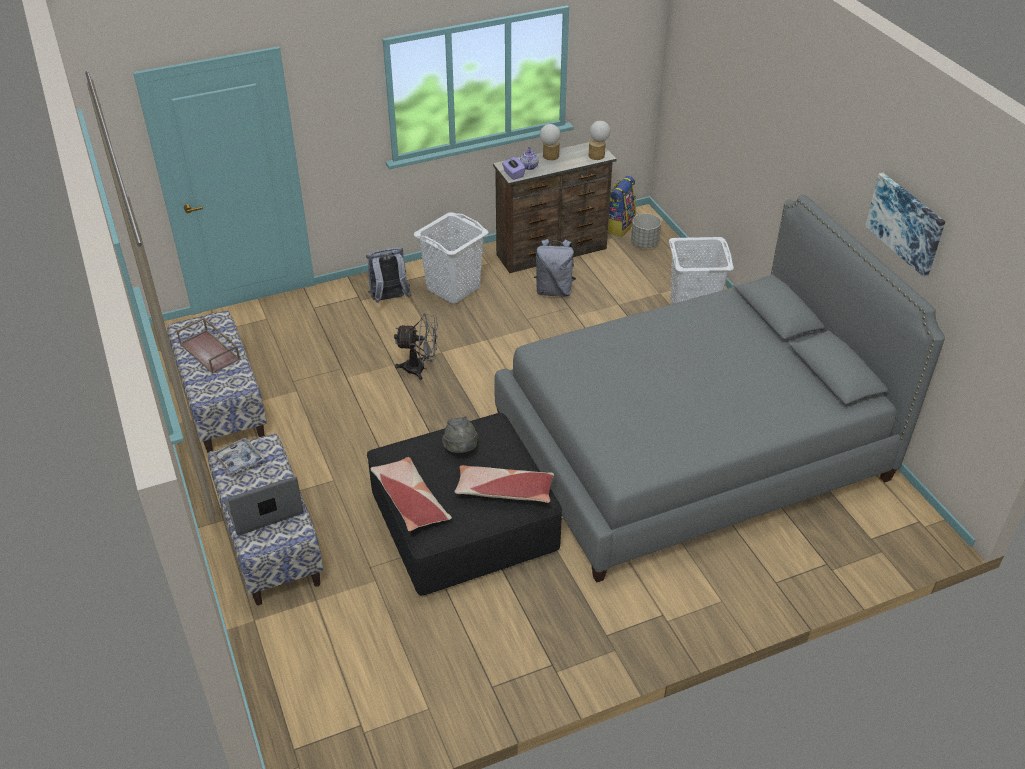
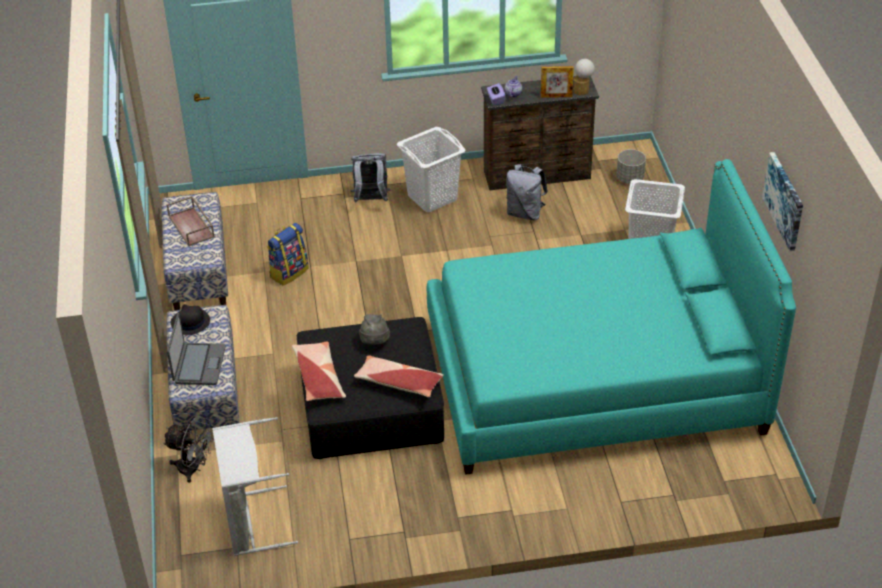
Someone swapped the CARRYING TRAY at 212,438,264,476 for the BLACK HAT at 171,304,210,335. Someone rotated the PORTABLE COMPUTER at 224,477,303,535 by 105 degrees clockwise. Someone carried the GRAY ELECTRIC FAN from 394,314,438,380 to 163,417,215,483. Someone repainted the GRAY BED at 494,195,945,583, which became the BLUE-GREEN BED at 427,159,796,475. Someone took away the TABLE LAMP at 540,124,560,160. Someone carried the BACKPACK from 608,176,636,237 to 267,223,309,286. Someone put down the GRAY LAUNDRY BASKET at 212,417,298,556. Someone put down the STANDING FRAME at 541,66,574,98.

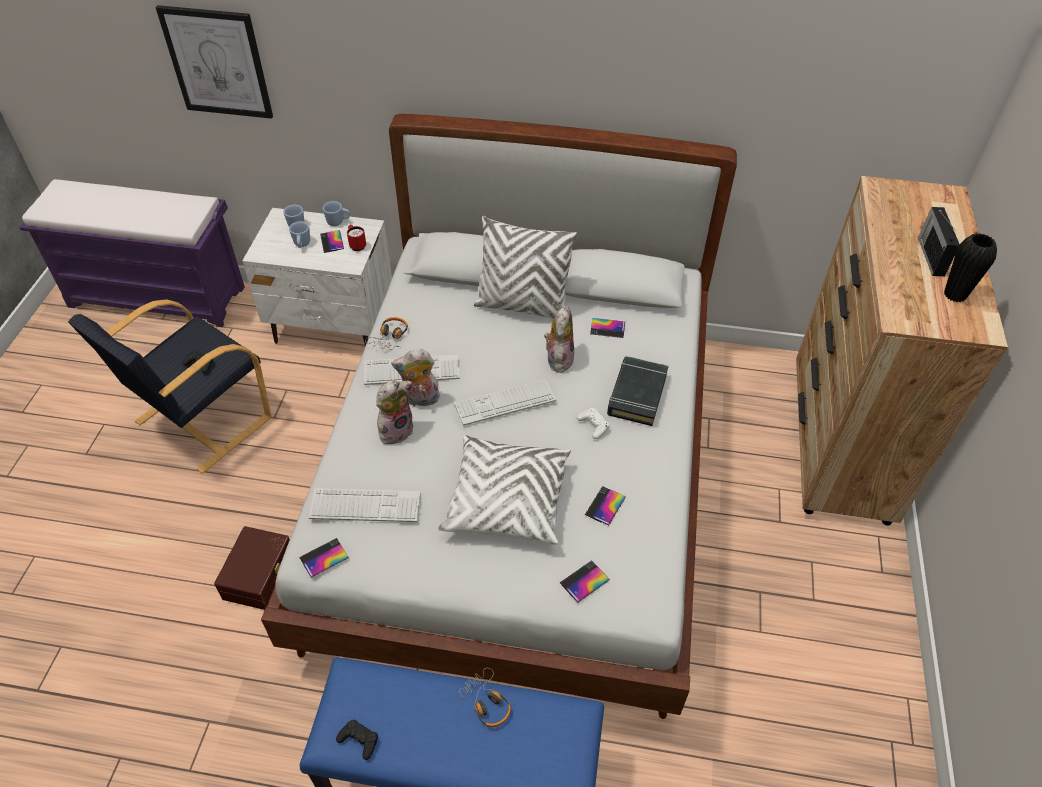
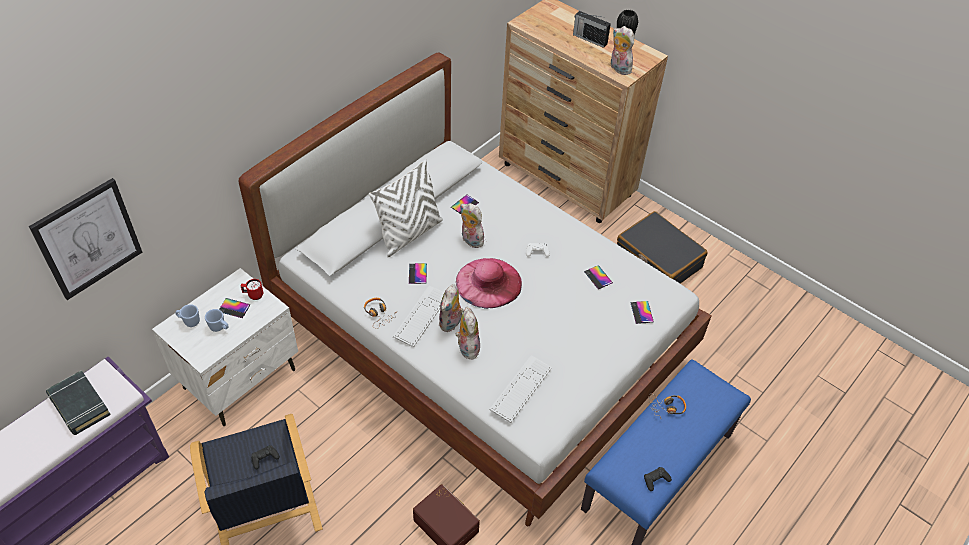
Someone carried the PHONE from 299,538,349,578 to 409,263,427,284. Someone took away the BLUE TEA MUG at 323,201,350,226. Someone took away the WHITE PILLOW at 438,435,571,545. Someone swapped the KEYBOARD at 454,379,556,426 for the PINK HAT at 456,258,522,309. Someone carried the BLACK BOOK from 607,356,669,426 to 46,370,111,435. Someone put down the PLUSH TOY at 611,26,634,75. Someone put down the BLACK PIECE OF LUGGAGE at 617,211,708,284.

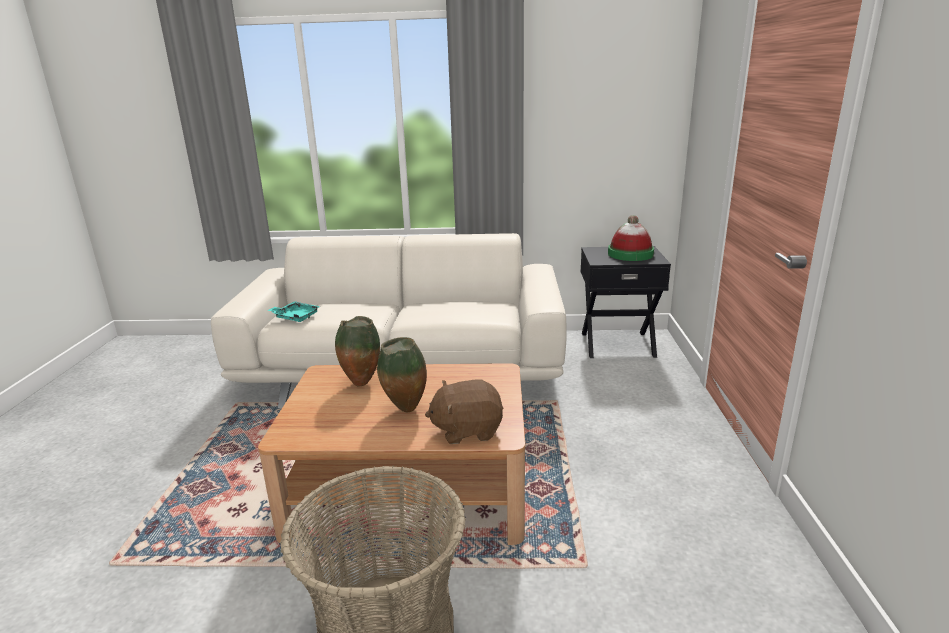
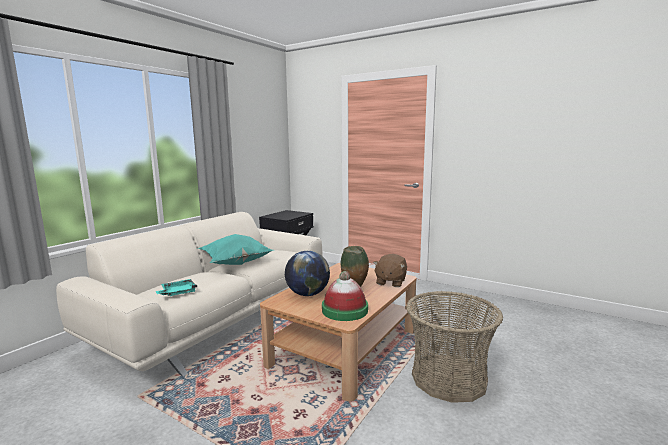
Someone swapped the VASE at 335,316,380,387 for the DESK GLOBE at 285,251,330,296. Someone carried the HAT from 608,215,654,261 to 322,271,368,321. Someone put down the BLUE-GREEN PILLOW at 197,234,273,265.

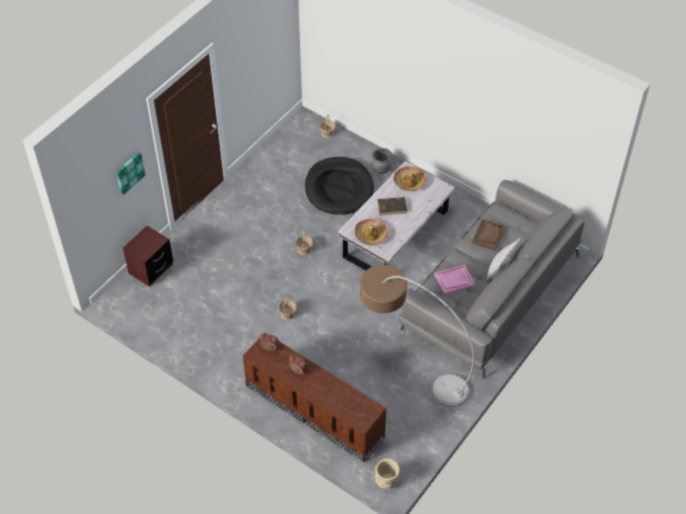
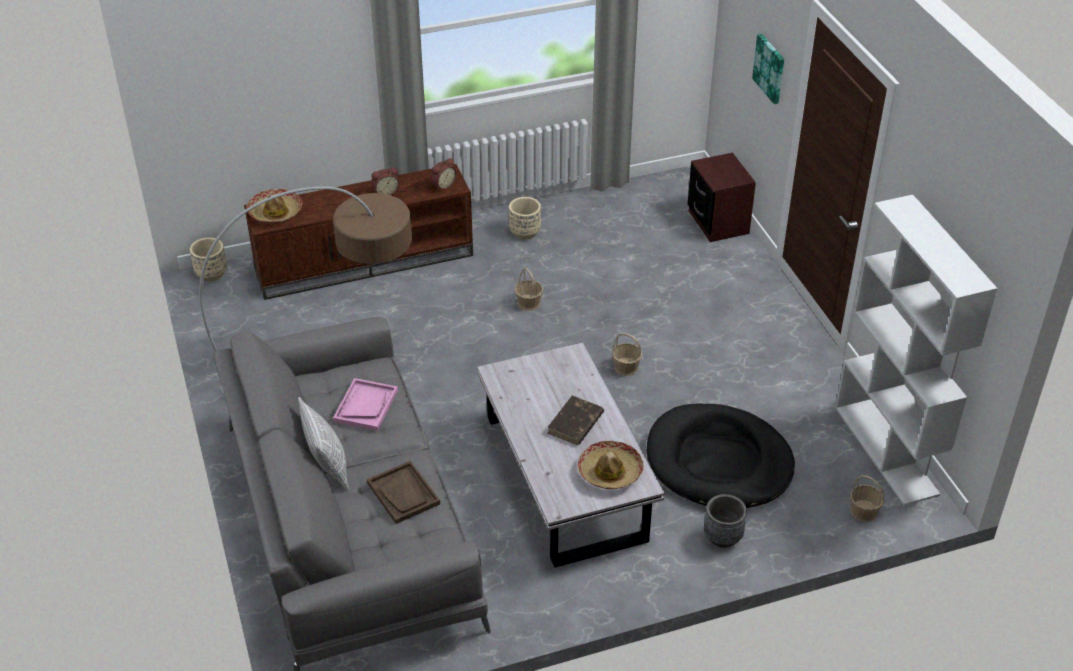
Someone carried the HAT from 355,219,388,245 to 246,189,302,224. Someone put down the BEIGE PLANT POT at 509,197,541,240. Someone put down the WHITE SHELVING UNIT at 835,195,997,505.

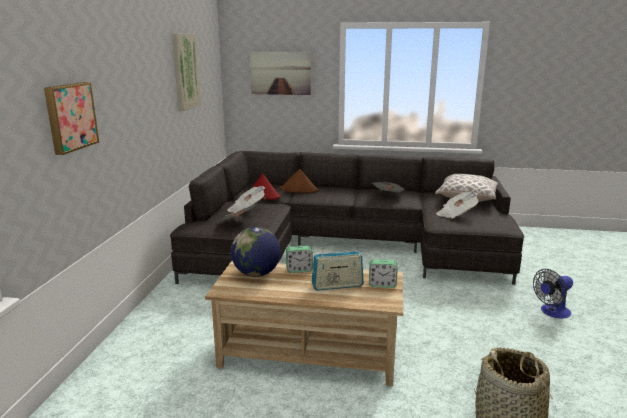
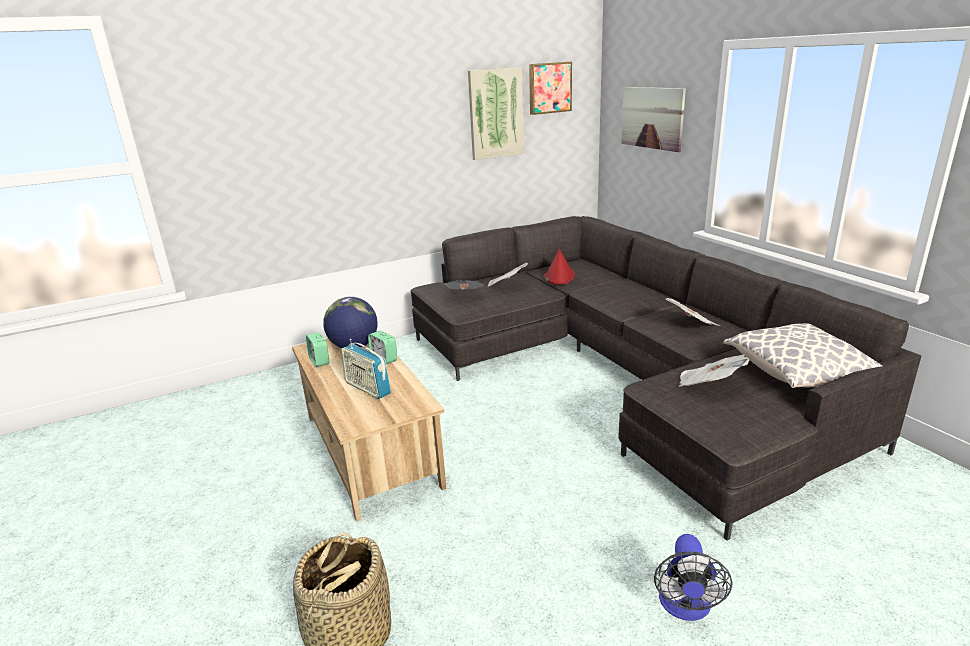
Someone carried the WALL ART from 44,82,99,155 to 529,62,572,115. Someone took away the BROWNISH HAT at 280,169,319,193. Someone carried the BEDSIDE CLOCK from 369,259,398,288 to 306,332,329,367. Someone rotated the ELECTRIC FAN at 533,269,573,319 by 105 degrees counterclockwise.

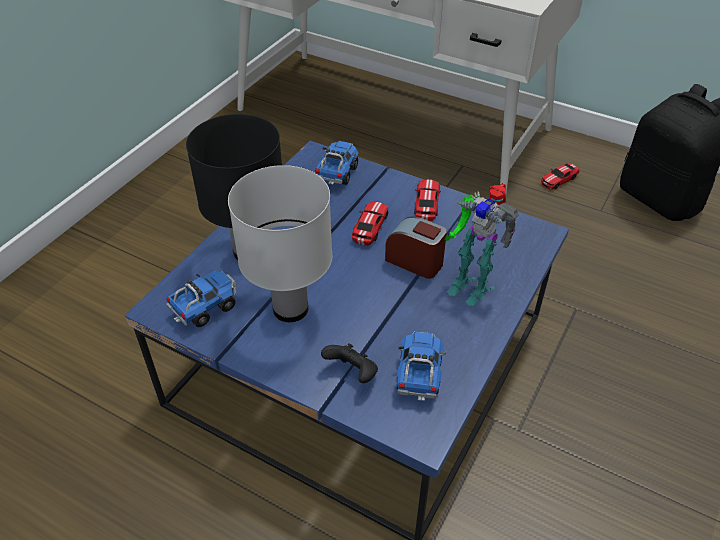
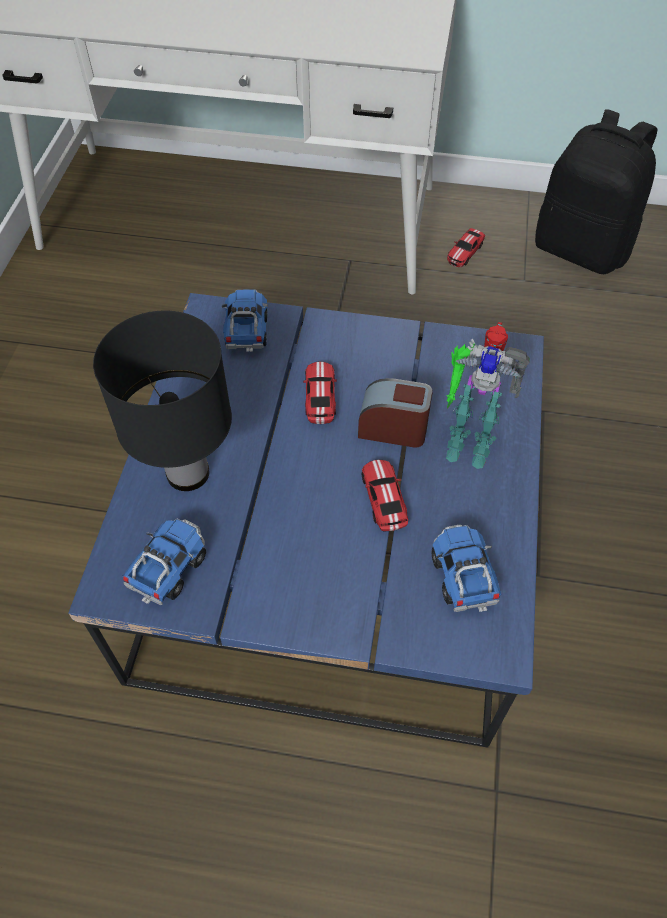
Someone took away the WHITE TABLE LAMP at 228,165,332,322. Someone took away the BLACK GAMEPAD at 321,343,378,383. Someone carried the MINIATURE CAR from 414,179,441,221 to 362,460,408,531.

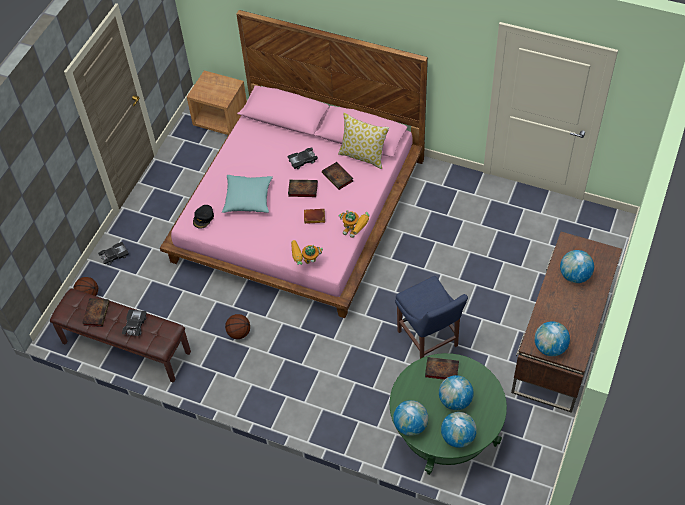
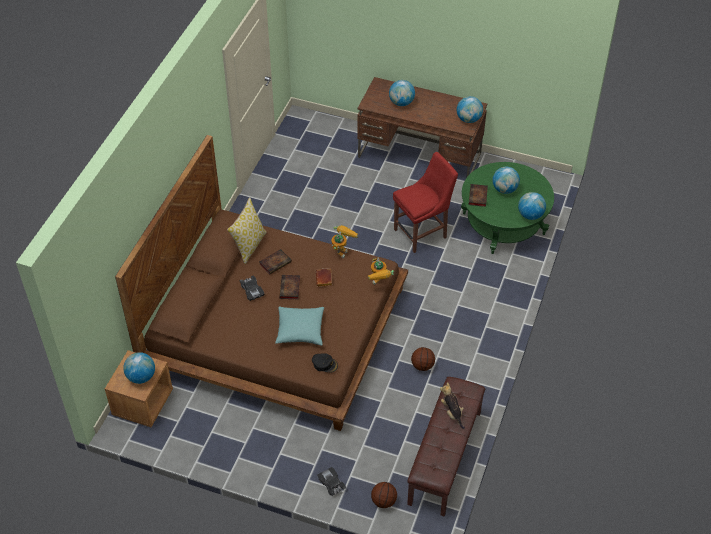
Someone took away the BOOK at 82,298,110,327. Someone swapped the BLACK MINIATURE CAR at 122,309,147,336 for the PLUSH TOY at 440,382,465,429. Someone repainted the PINK BED at 160,10,428,318, which became the BROWNISH BED at 115,135,408,431. Someone repainted the BLUE UPRIGHT CHAIR at 395,276,468,359, which became the RED UPRIGHT CHAIR at 393,152,458,253. Someone carried the DESK GLOBE from 441,412,477,448 to 123,352,155,384.

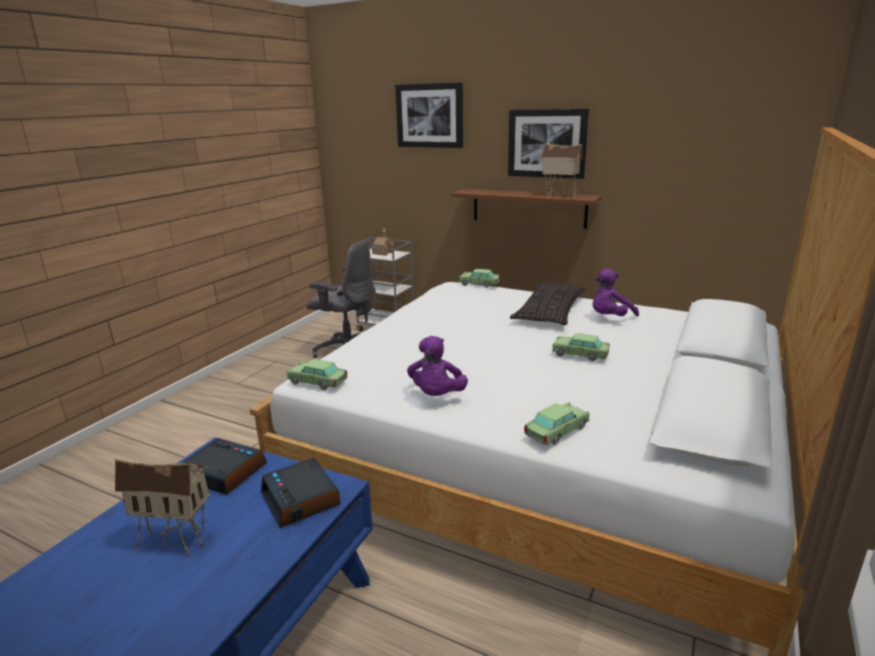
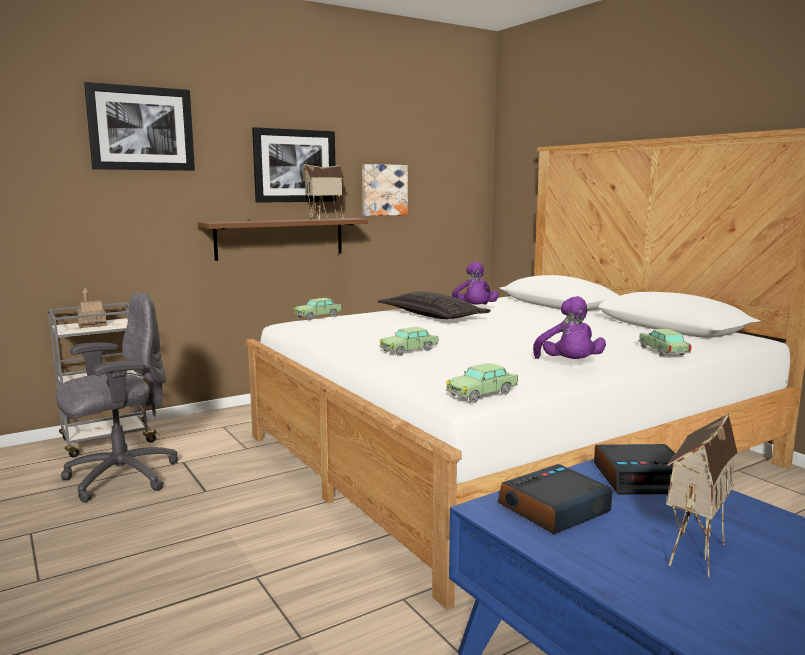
Someone rotated the PURPLISH PLUSH TOY at 407,336,468,396 by 45 degrees clockwise. Someone carried the MINIATURE CAR from 552,333,610,362 to 380,327,438,356. Someone put up the WALL ART at 362,164,408,216.

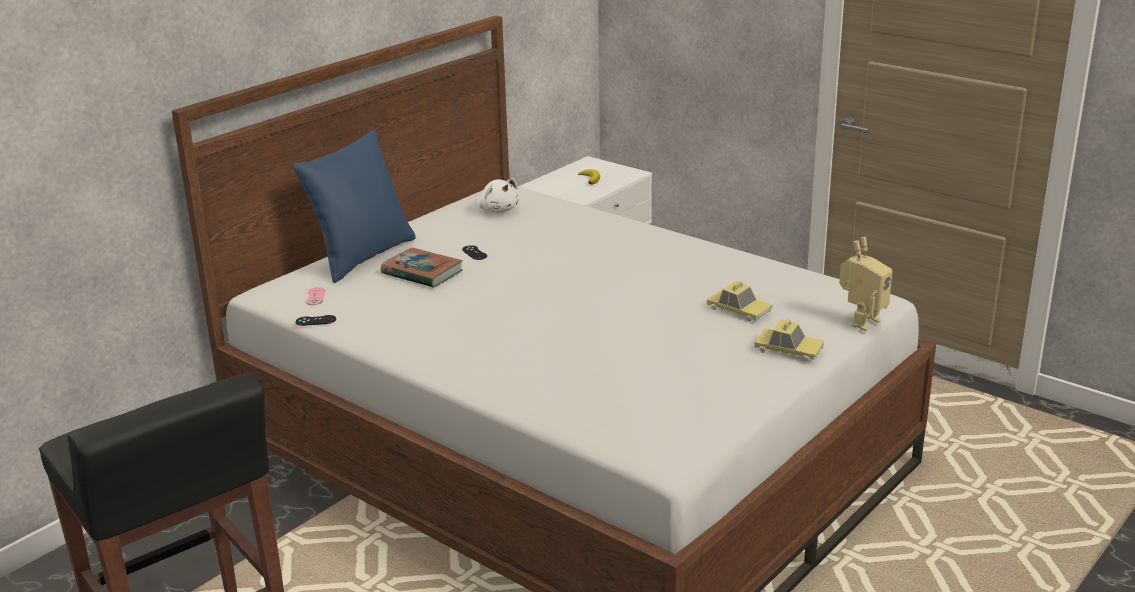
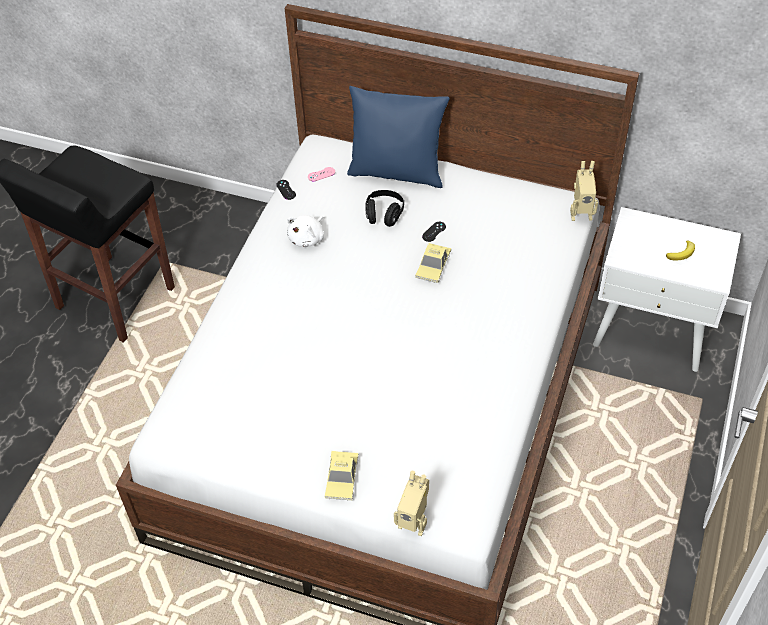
Someone swapped the BOOK at 381,248,463,288 for the BLACK HEADSET at 365,190,404,227. Someone carried the WHITE PLUSH TOY from 478,178,519,213 to 287,215,325,247. Someone carried the MINIATURE CAR from 706,281,773,322 to 415,243,451,283. Someone put down the MODEL ROBOT at 570,161,598,221.

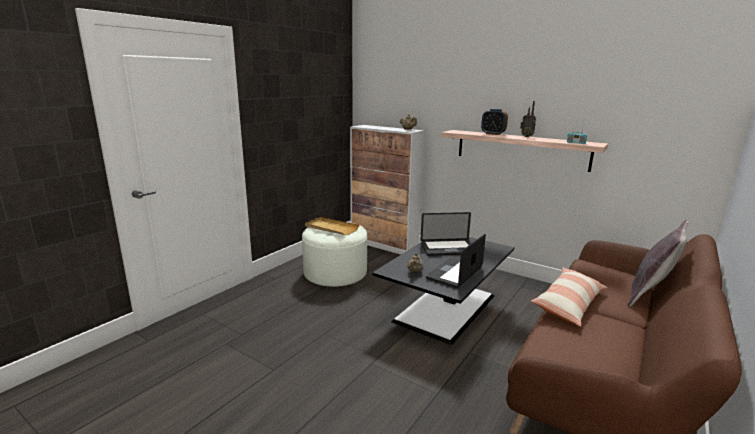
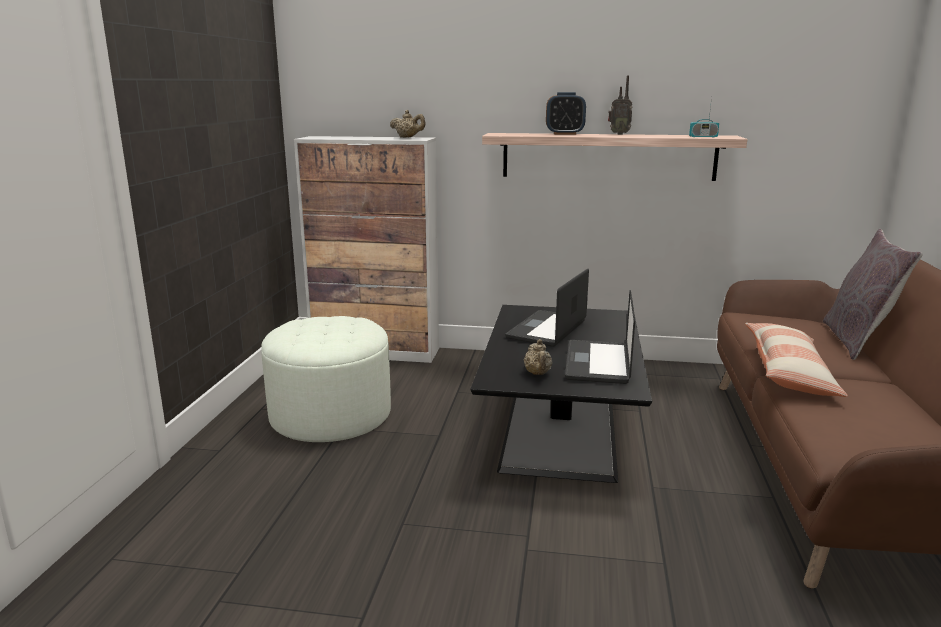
Someone took away the BEIGE CARRYING TRAY at 305,217,359,235. Someone rotated the PORTABLE COMPUTER at 420,212,471,256 by 150 degrees clockwise.

